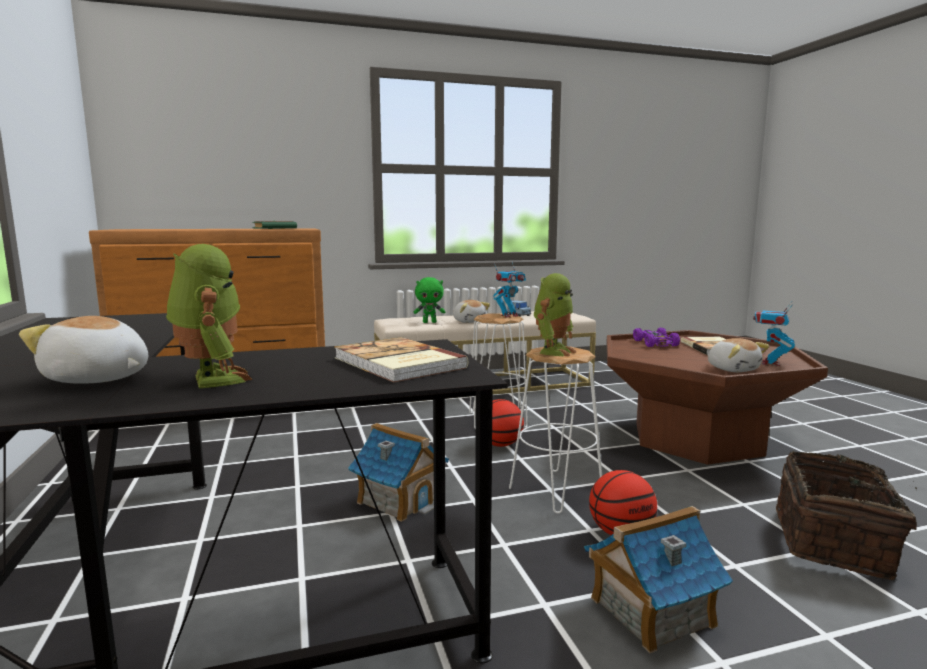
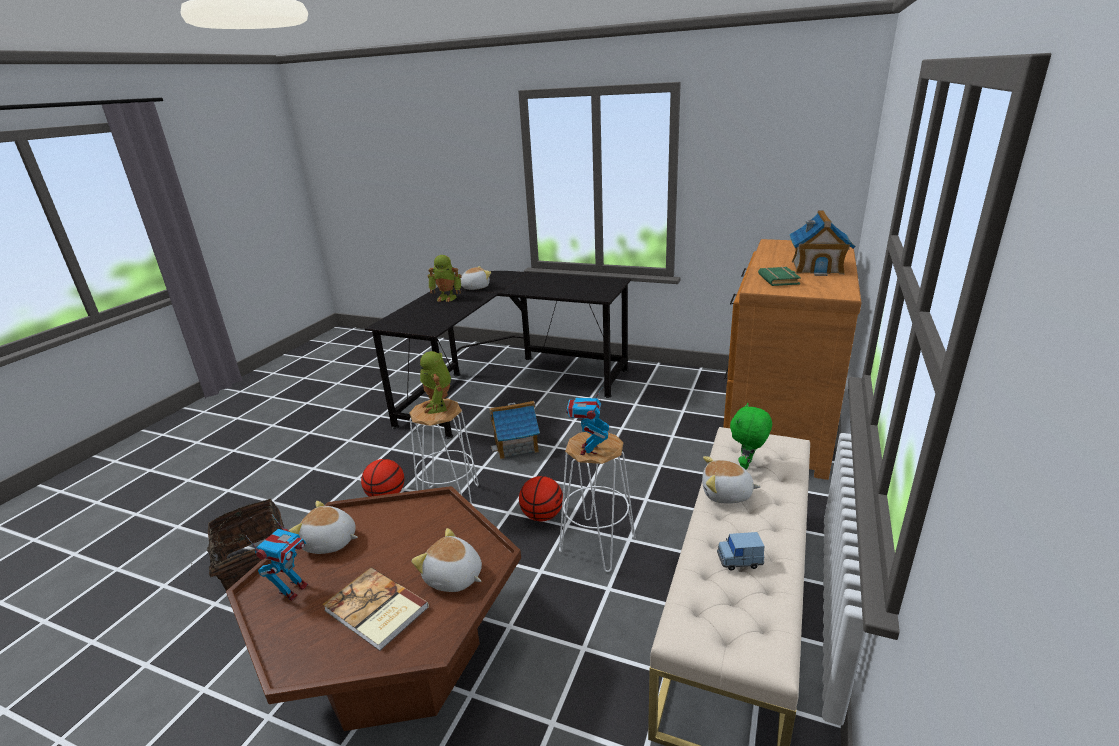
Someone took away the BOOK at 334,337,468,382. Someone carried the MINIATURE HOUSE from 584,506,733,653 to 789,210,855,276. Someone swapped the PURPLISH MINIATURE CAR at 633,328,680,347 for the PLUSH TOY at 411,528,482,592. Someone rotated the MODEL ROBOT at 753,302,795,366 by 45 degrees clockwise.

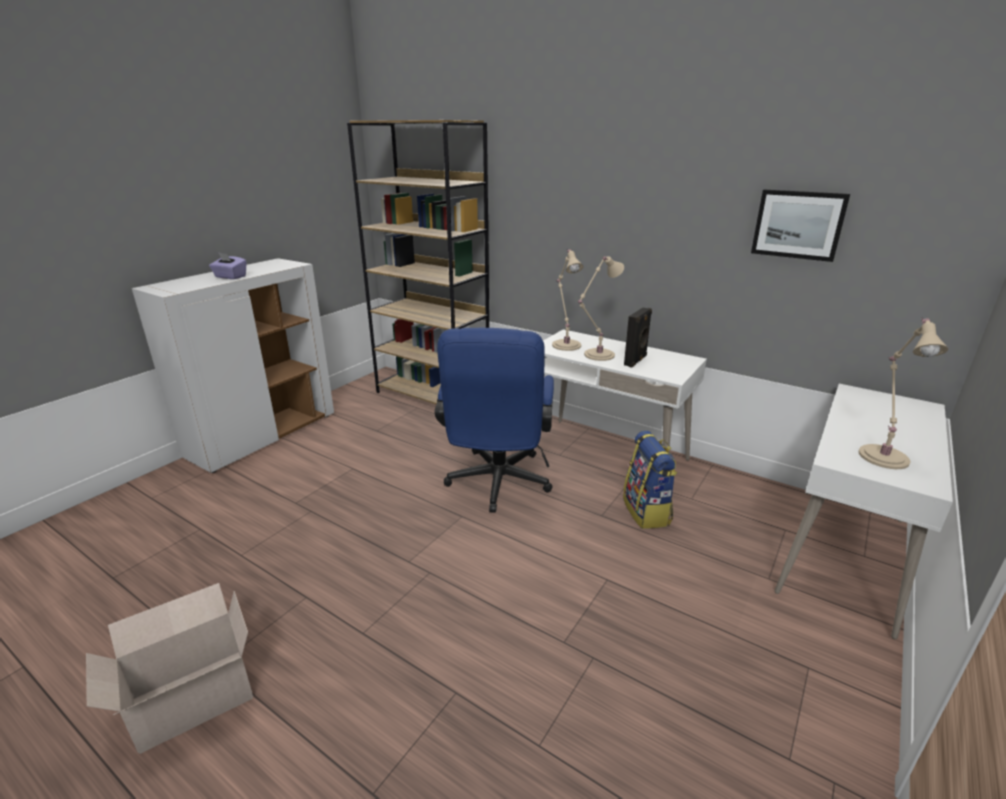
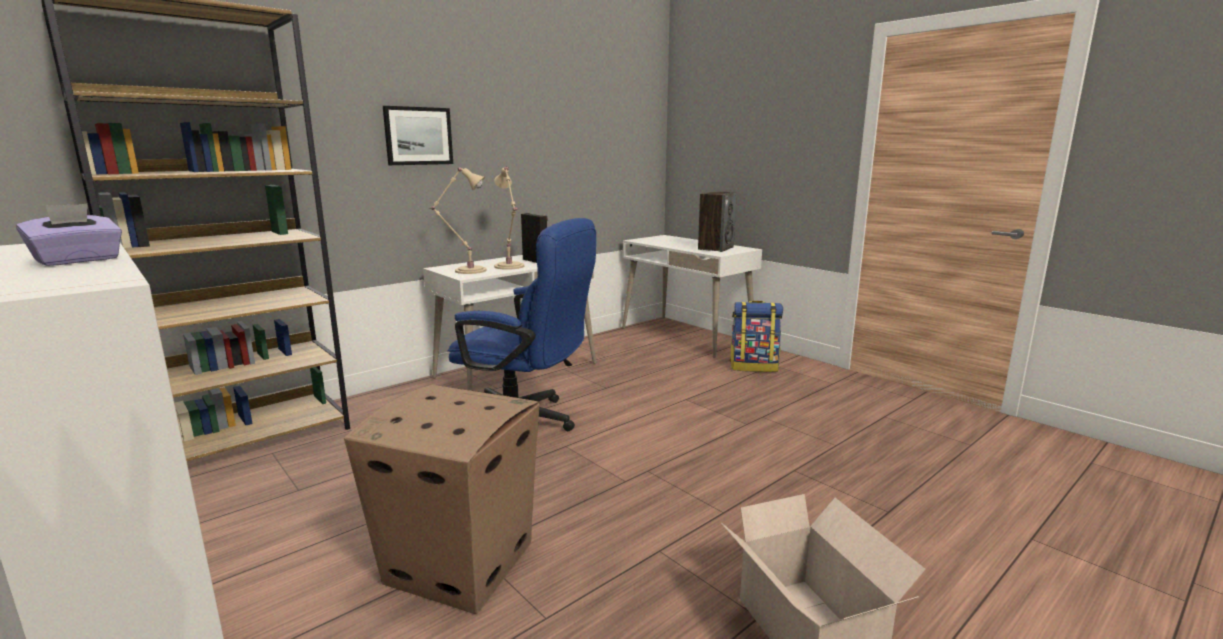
Someone carried the BACKPACK from 623,431,678,529 to 730,301,783,372. Someone carried the WALL ART from 751,190,850,262 to 383,106,453,165. Someone swapped the BEIGE TABLE LAMP at 859,318,948,469 for the LOUDSPEAKER at 698,191,737,252. Someone put down the CARDBOARD BOX at 344,385,539,614.

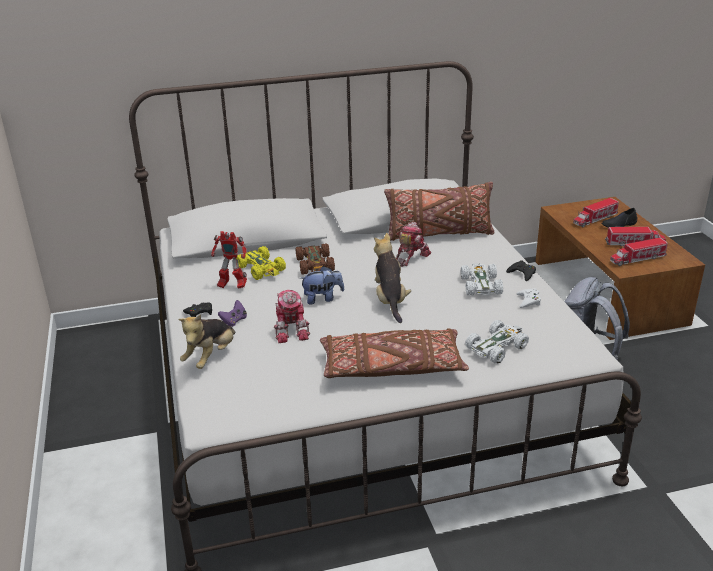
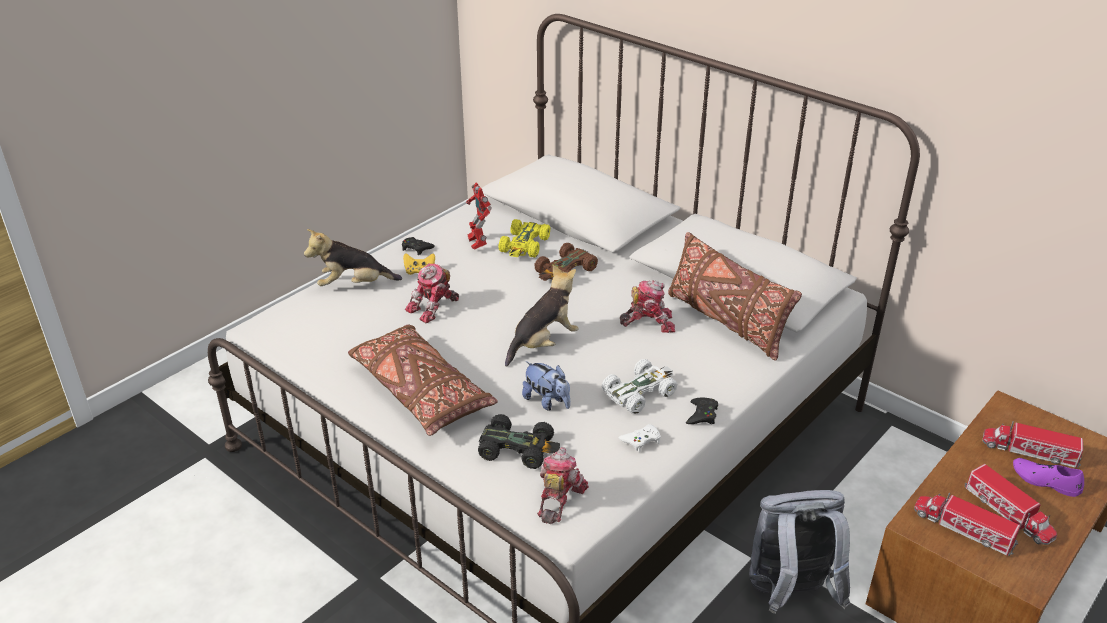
Someone repainted the PURPLISH GAMEPAD at 218,300,247,327, which became the YELLOWISH GAMEPAD at 403,253,435,275. Someone carried the PLUSH TOY from 299,266,344,305 to 522,361,570,411. Someone repainted the WHITE MINIATURE CAR at 465,320,529,364, which became the BLACK MINIATURE CAR at 478,414,560,469. Someone repainted the BLACK ITEM OF FOOTWEAR at 602,208,638,228, which became the PURPLISH ITEM OF FOOTWEAR at 1013,458,1084,497. Someone put down the MODEL ROBOT at 537,447,589,524.

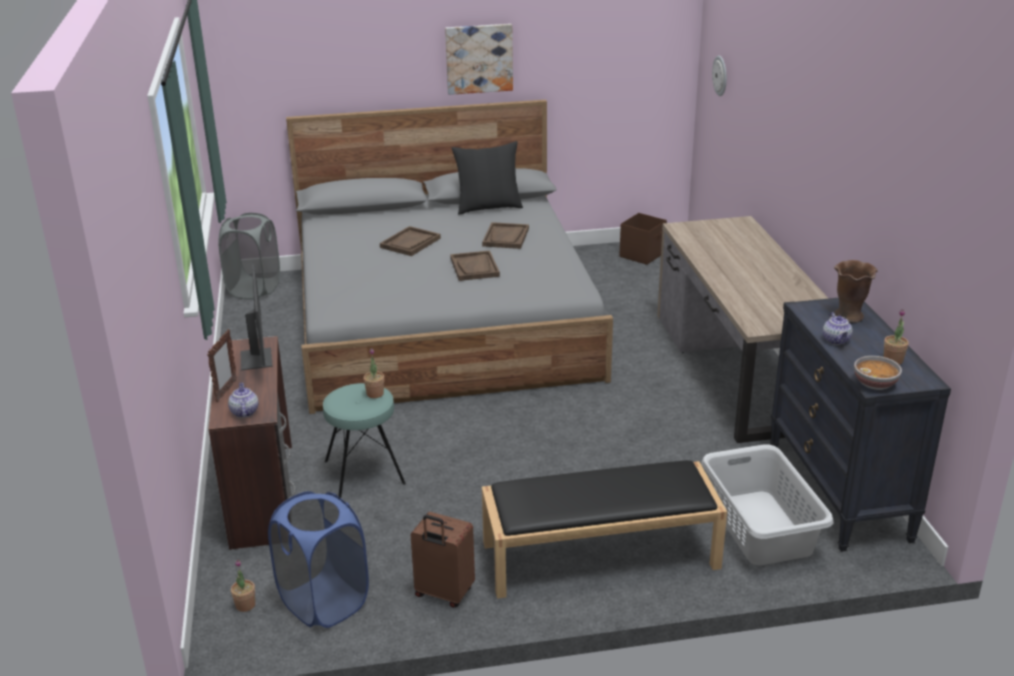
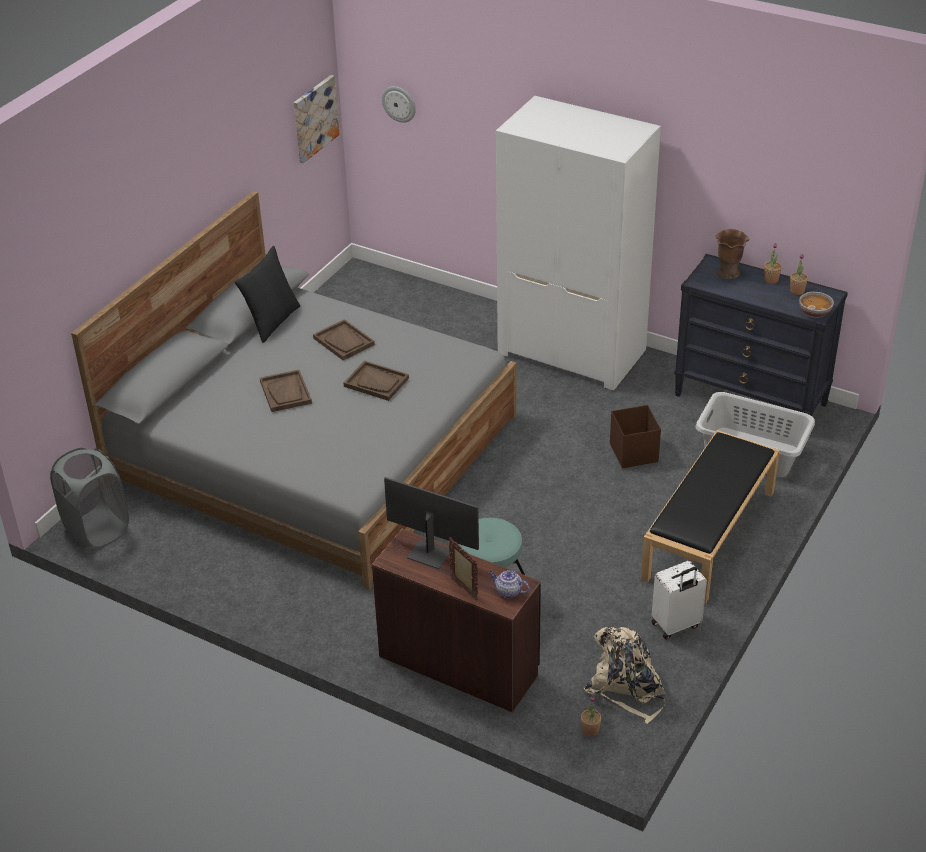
Someone swapped the BLUE LAUNDRY BASKET at 268,491,369,628 for the BEIGE BACKPACK at 583,627,667,724. Someone carried the PLANT IN A POT from 363,349,384,398 to 764,243,782,284. Someone repainted the BROWNISH PIECE OF LUGGAGE at 411,512,475,608, which became the WHITE PIECE OF LUGGAGE at 651,561,707,640. Someone carried the WALL ART from 445,24,513,95 to 294,75,339,163. Someone carried the BROWNISH STORAGE BIN from 619,213,667,265 to 610,405,661,468. Someone swapped the BROWNISH DESK TABLE at 657,216,829,443 for the WHITE ARMOIRE at 496,96,661,391. Someone took away the TEA POT at 823,312,852,345.

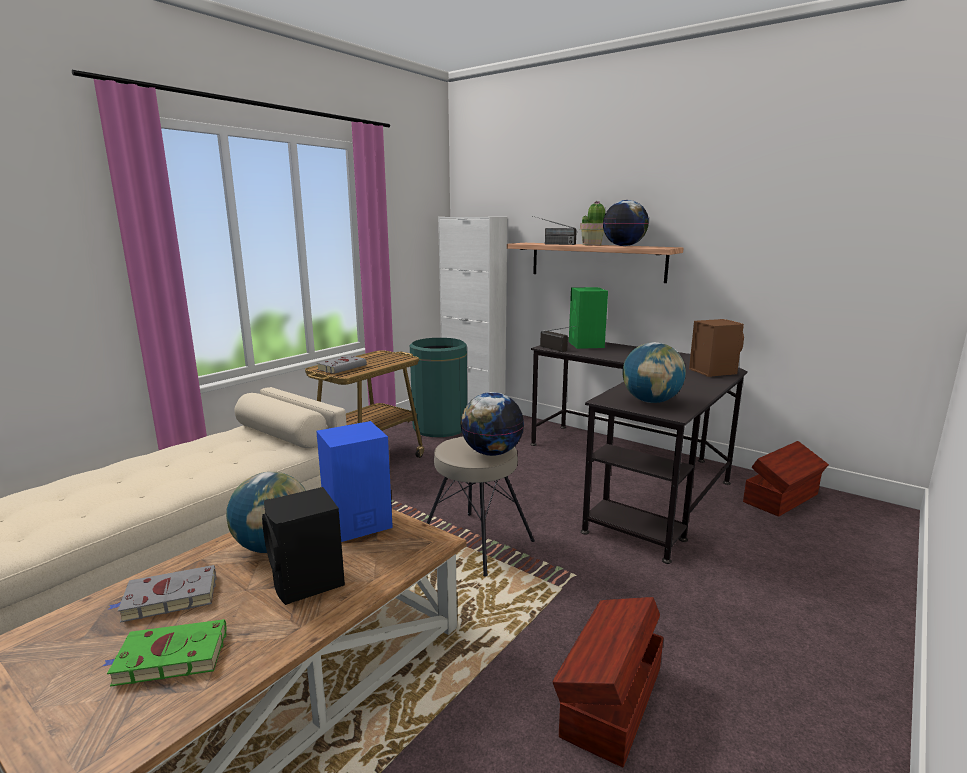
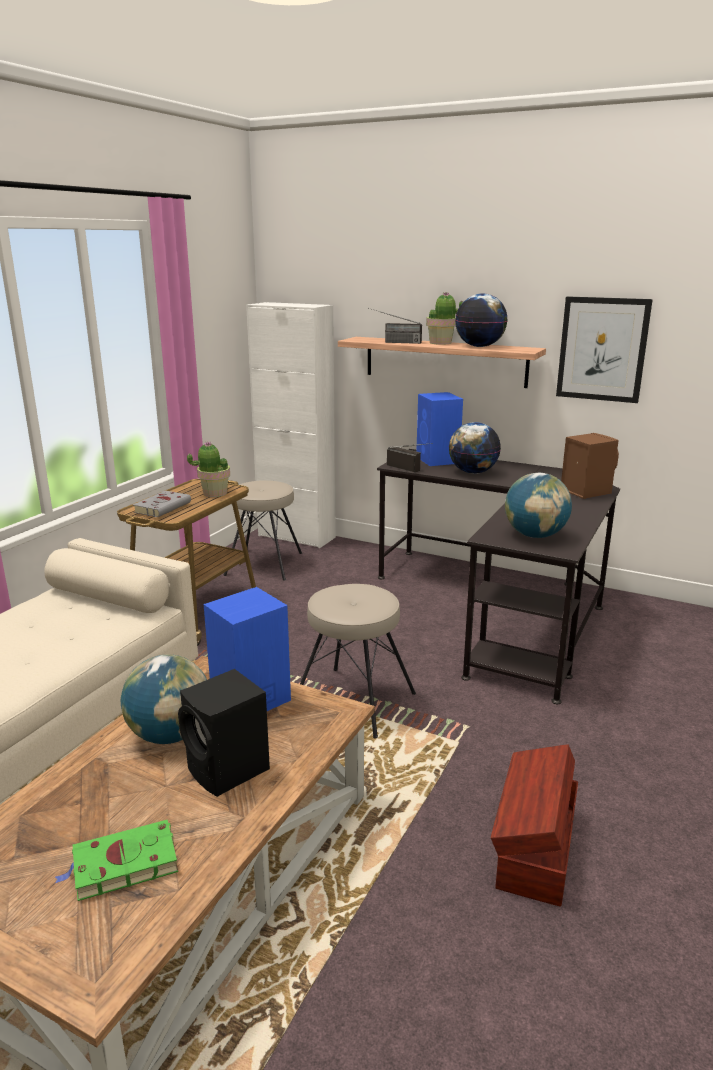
Someone took away the GRAY BOOK at 108,565,217,623. Someone swapped the GREEN-COLOURED RUBBISH BIN at 410,338,467,437 for the BEIGE STOOL SEAT at 224,480,302,581. Someone carried the DESK GLOBE from 460,392,524,456 to 449,422,501,474. Someone repainted the GREEN-COLOURED LOUDSPEAKER at 569,287,608,349, which became the BLUE LOUDSPEAKER at 416,392,463,466. Someone took away the BROWNISH STORAGE BIN at 743,441,829,517. Someone put down the PLANT IN A POT at 187,441,230,497. Someone put up the WALL ART at 556,296,653,403.

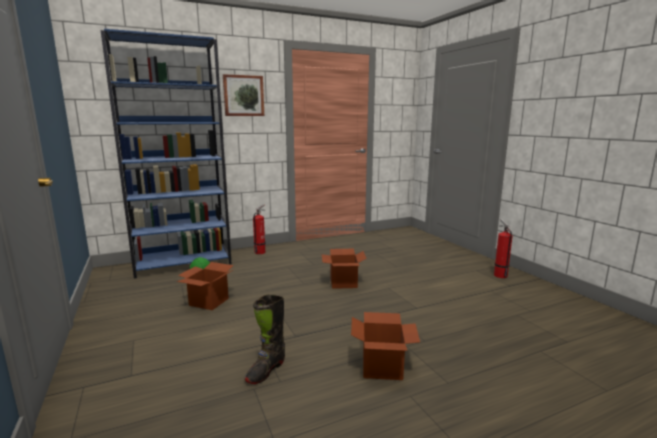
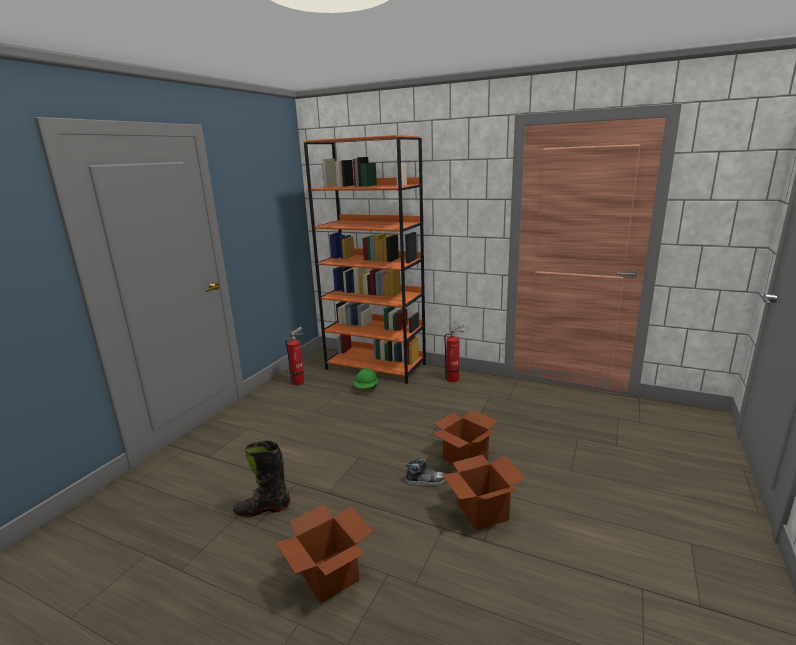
Someone repainted the BLUE SHELVING UNIT at 101,29,232,279, which became the ORANGE SHELVING UNIT at 304,135,426,384. Someone carried the CARDBOARD BOX from 177,262,234,310 to 442,455,527,531. Someone took away the WALL ART at 223,74,264,116. Someone carried the FIRE-FIGHTING CYLINDER from 494,219,513,278 to 286,327,304,385. Someone put down the ITEM OF FOOTWEAR at 405,457,446,485.

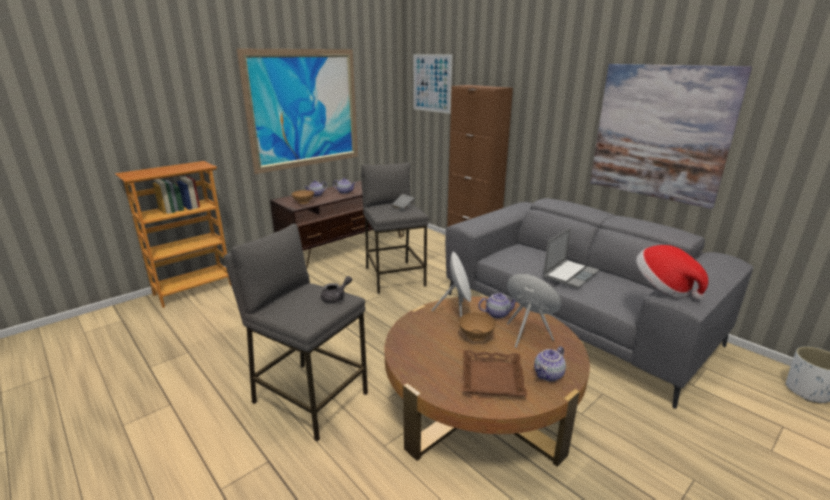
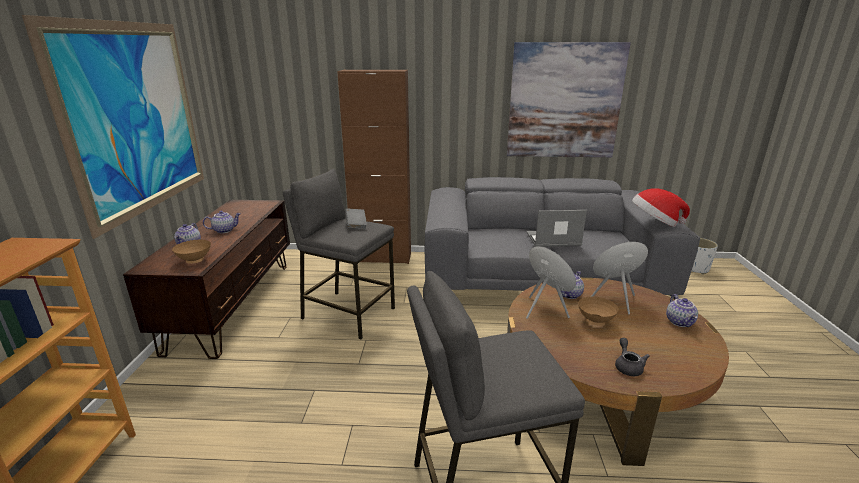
Someone carried the GRAY TEA POT from 321,276,352,303 to 615,338,650,376. Someone took away the WALL ART at 413,54,453,114. Someone took away the BROWNISH CARRYING TRAY at 463,350,527,397. Someone rotated the PORTABLE COMPUTER at 543,228,599,289 by 90 degrees counterclockwise.

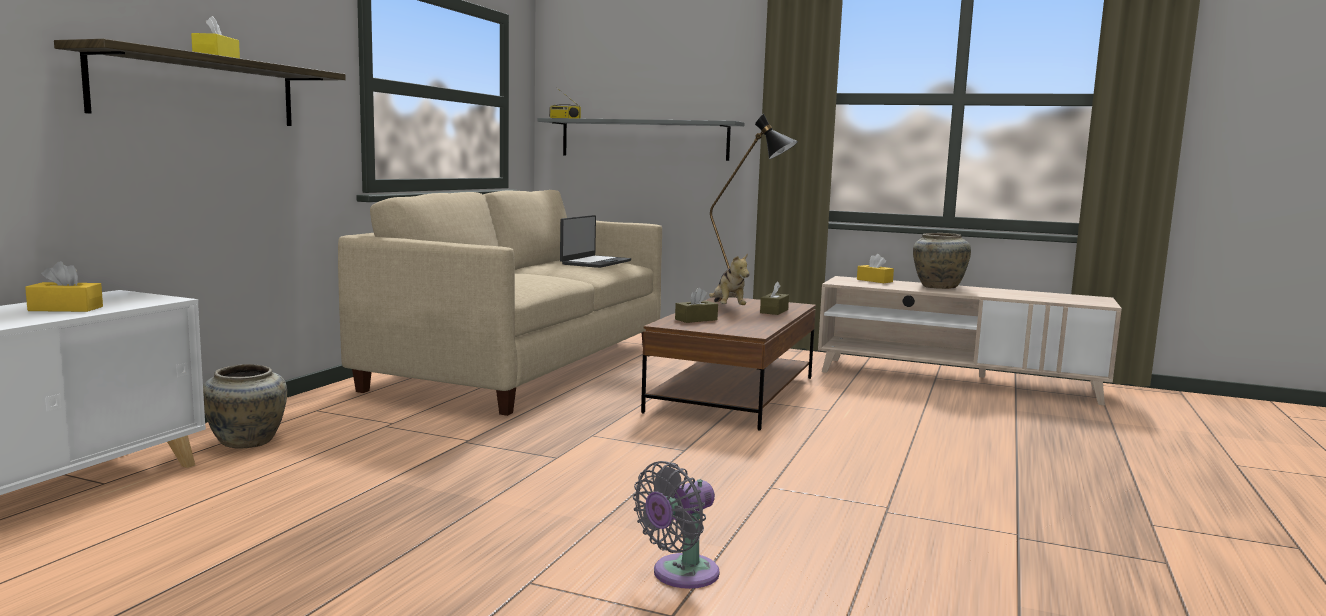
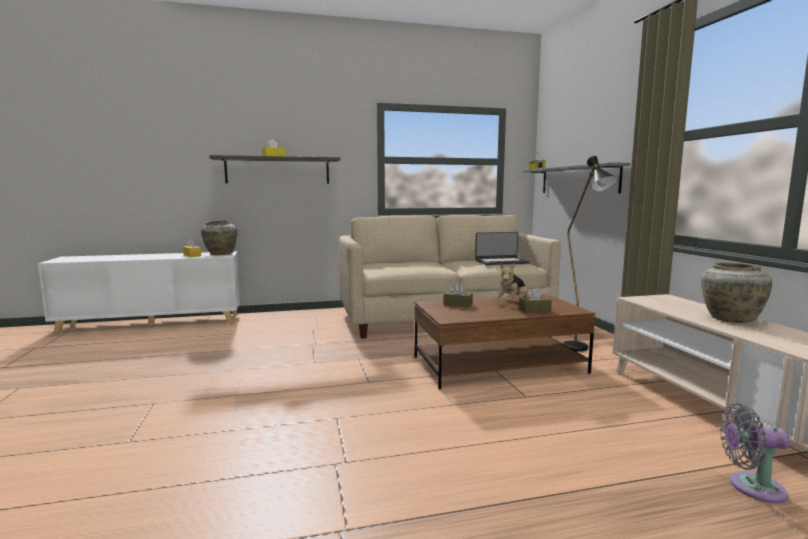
Someone carried the BEIGE VASE from 203,364,287,449 to 201,221,237,255. Someone carried the GRAY ELECTRIC FAN from 633,461,720,589 to 720,403,790,503. Someone took away the YELLOWISH TISSUE HOLDER at 857,254,894,283.

